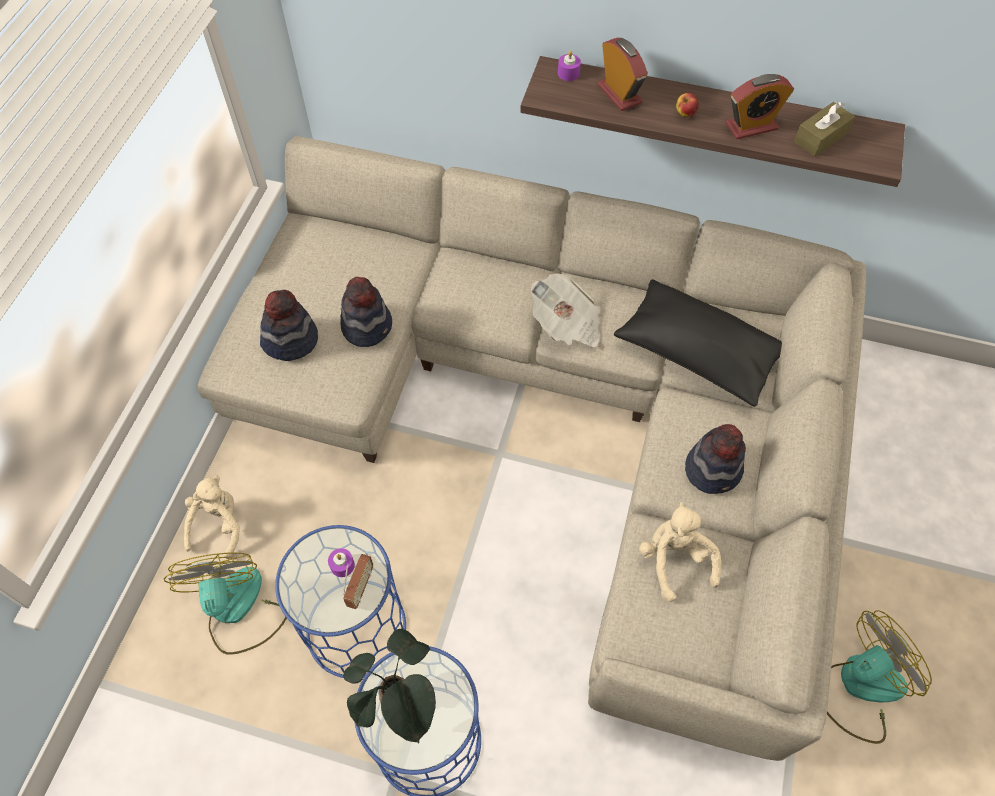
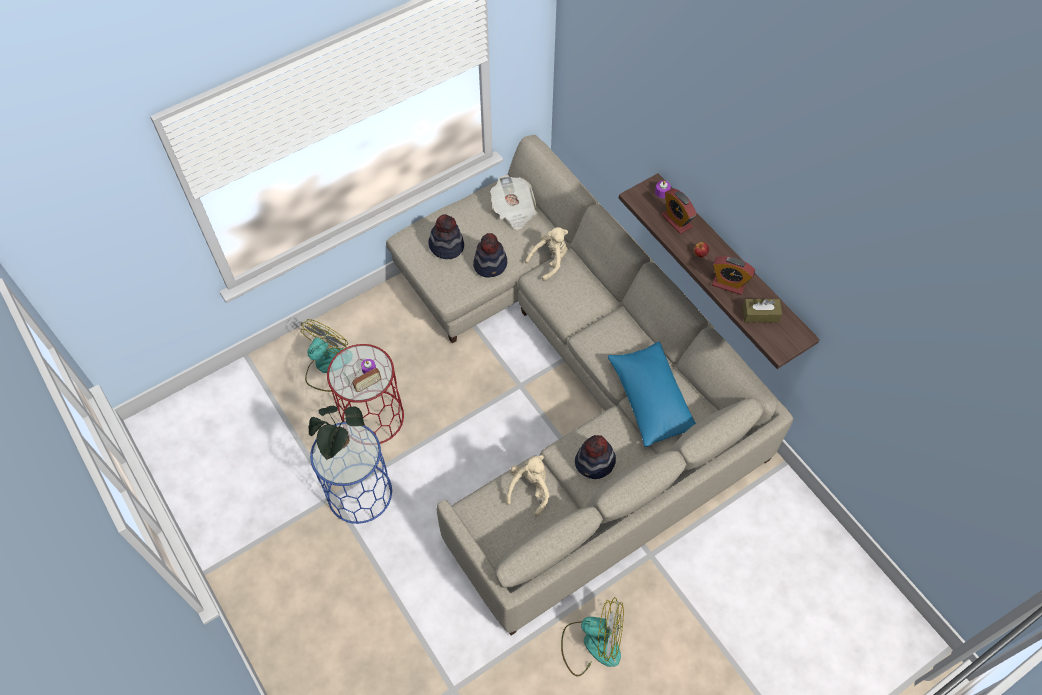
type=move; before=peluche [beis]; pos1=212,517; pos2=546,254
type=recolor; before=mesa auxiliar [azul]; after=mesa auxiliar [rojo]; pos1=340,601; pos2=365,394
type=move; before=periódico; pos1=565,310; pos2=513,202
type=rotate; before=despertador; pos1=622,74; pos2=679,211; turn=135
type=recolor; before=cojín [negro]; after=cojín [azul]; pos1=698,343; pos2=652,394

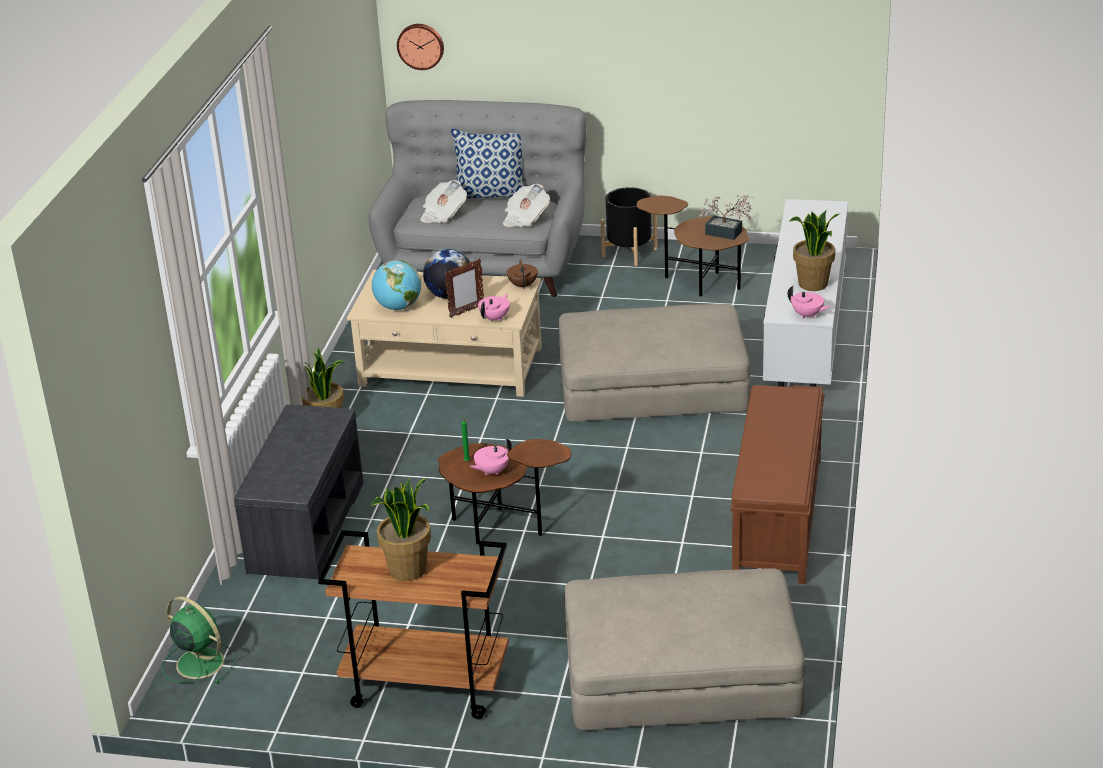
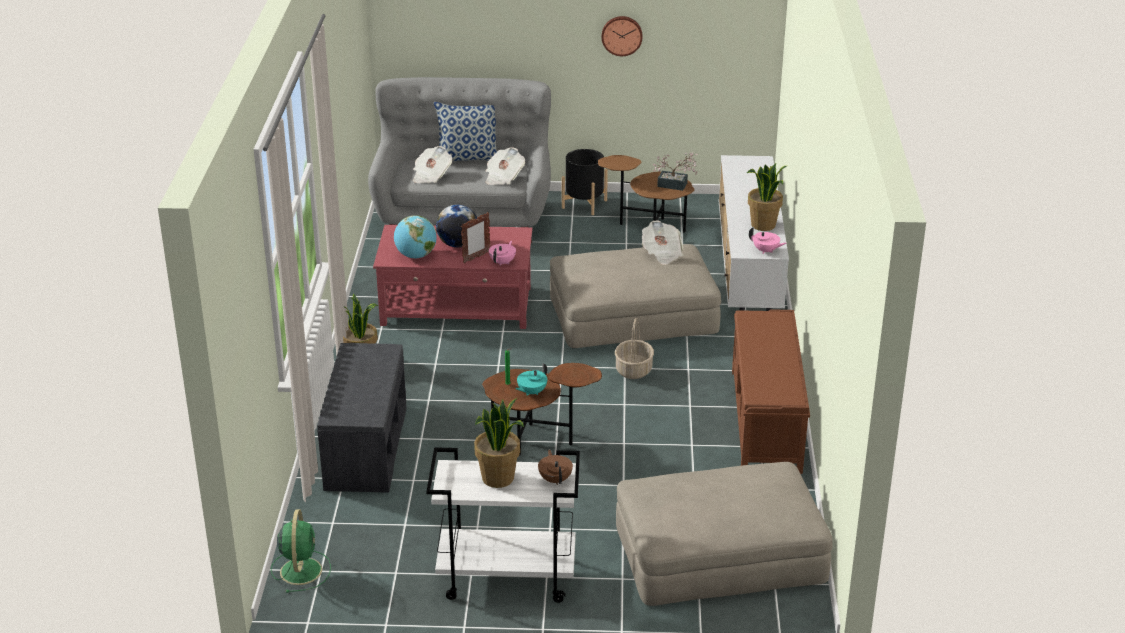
type=rotate; before=ventilador [verde]; pos1=198,640; pos2=301,551; turn=60
type=recolor; before=carrito [marrón]; after=carrito [blanco]; pos1=413,624; pos2=503,525
type=recolor; before=mesa de centro [beis]; after=mesa de centro [rojo]; pos1=444,333; pos2=453,277
type=move; before=reloj de pared; pos1=420,47; pos2=622,36
type=recolor; before=tetera [rosa]; after=tetera [turquesa]; pos1=490,456; pos2=531,379
type=move; before=tetera [marrón]; pos1=522,274; pos2=555,467
type=insert; after=cesta; pos2=634,348
type=insert; after=periódico; pos2=662,242

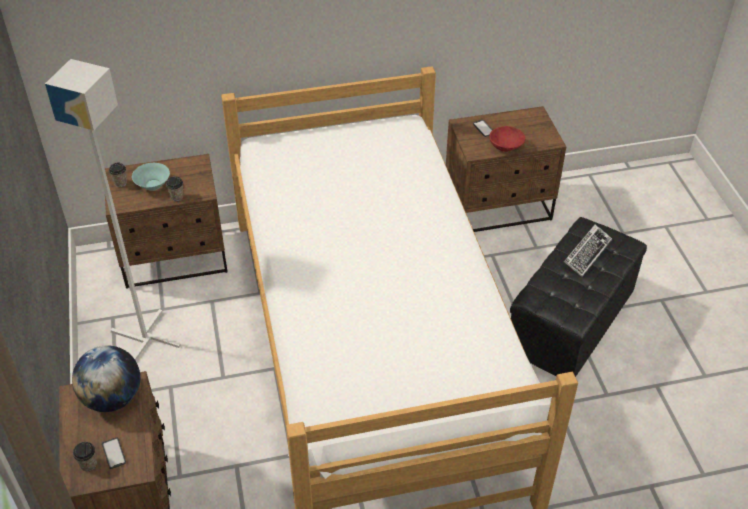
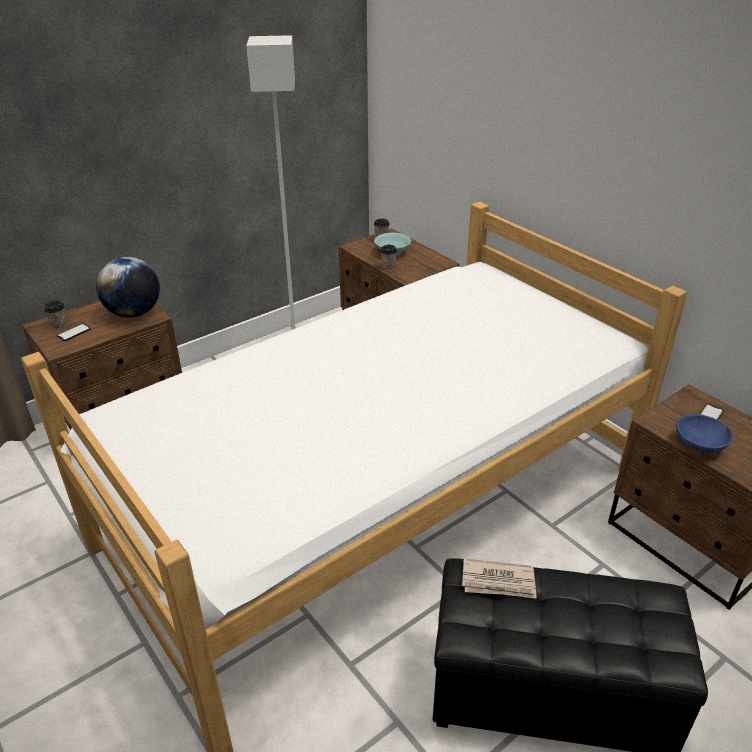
type=recolor; before=cuenco [rojo]; after=cuenco [azul]; pos1=507,139; pos2=704,433
type=delete; before=teclado; pos1=588,251
type=insert; after=periódico; pos2=499,579

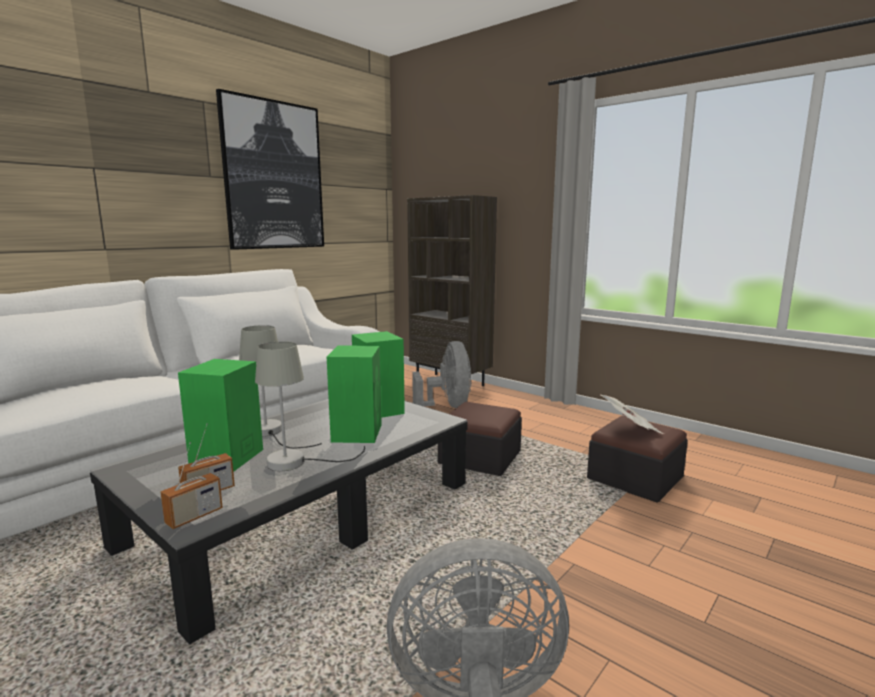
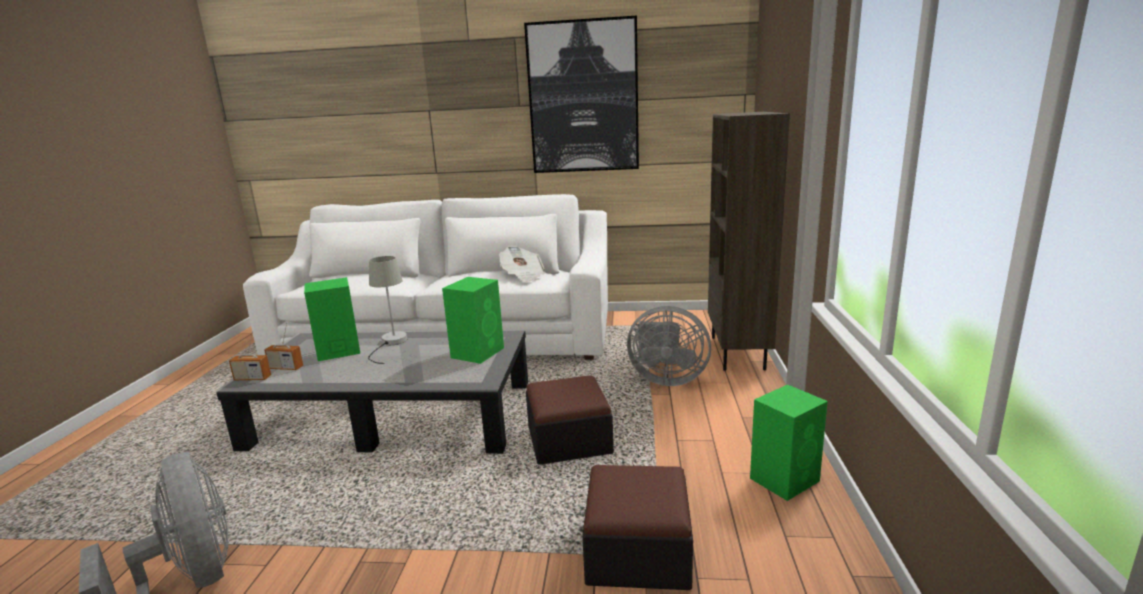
type=delete; before=lámpara de mesa [gris]; pos1=310,406
type=move; before=altavoz [verde]; pos1=354,394; pos2=789,443
type=rotate; before=ventilador [gris]; pos1=441,374; pos2=669,346; turn=60
type=move; before=periódico; pos1=632,414; pos2=522,264

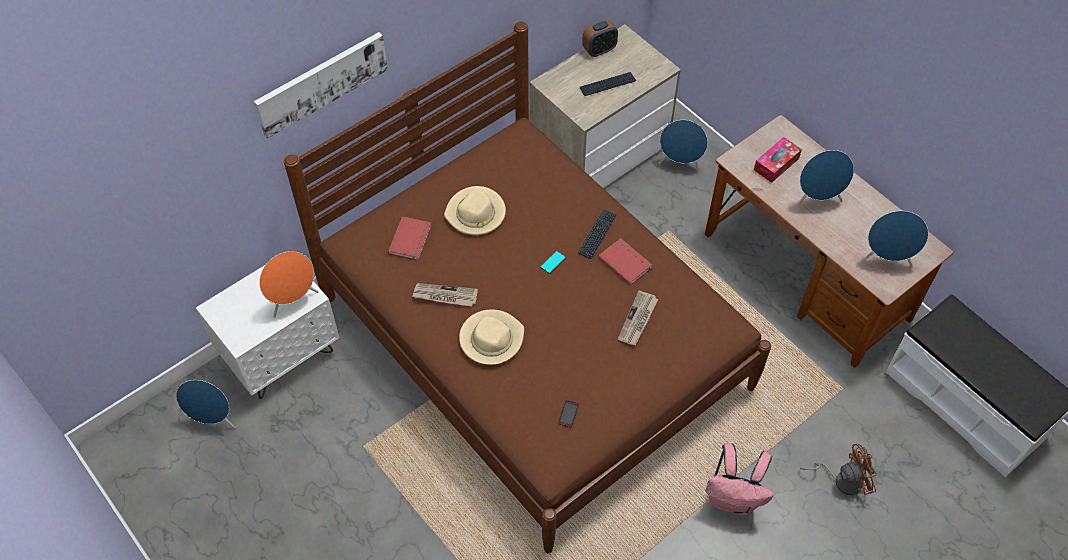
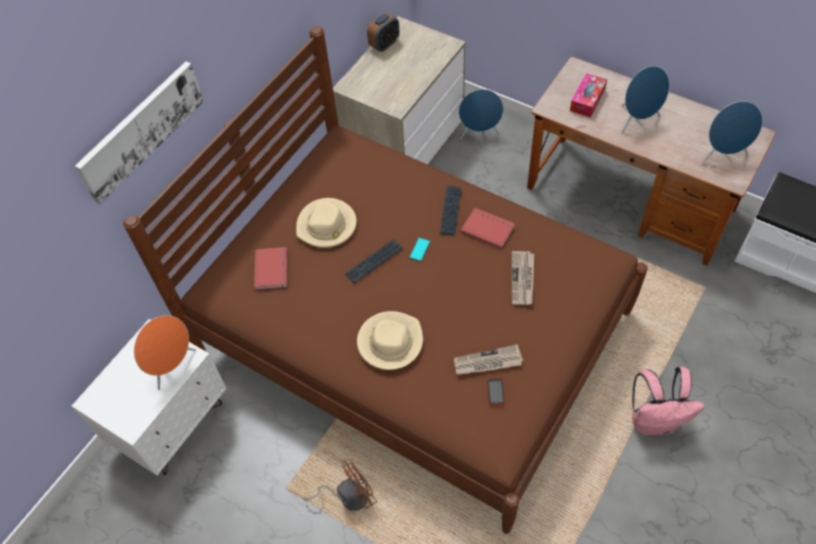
type=delete; before=altavoz [azul]; pos1=206,404
type=move; before=periódico; pos1=445,295; pos2=488,359
type=move; before=teclado; pos1=608,84; pos2=374,261
type=move; before=ventilador [marrón]; pos1=838,469; pos2=340,485

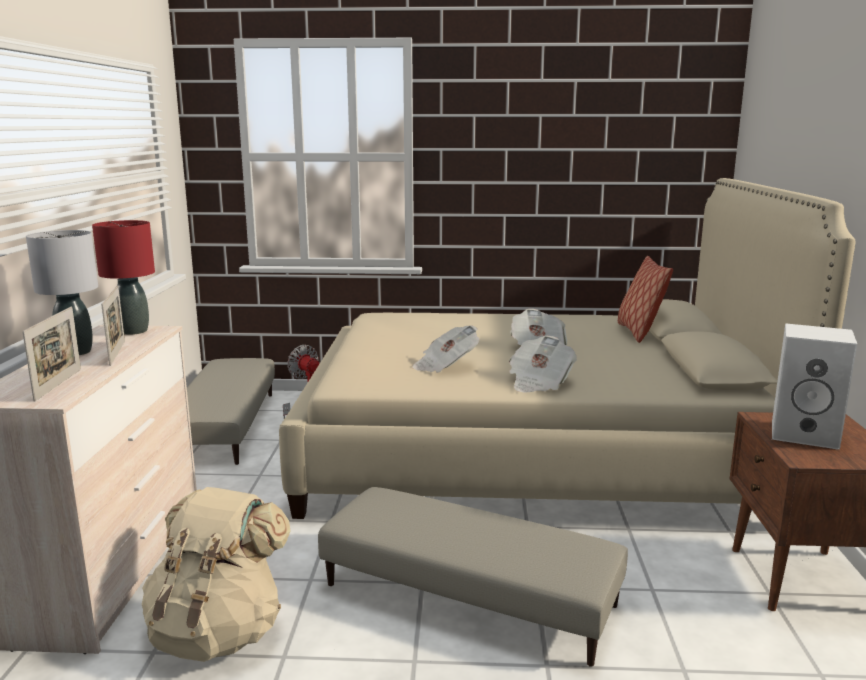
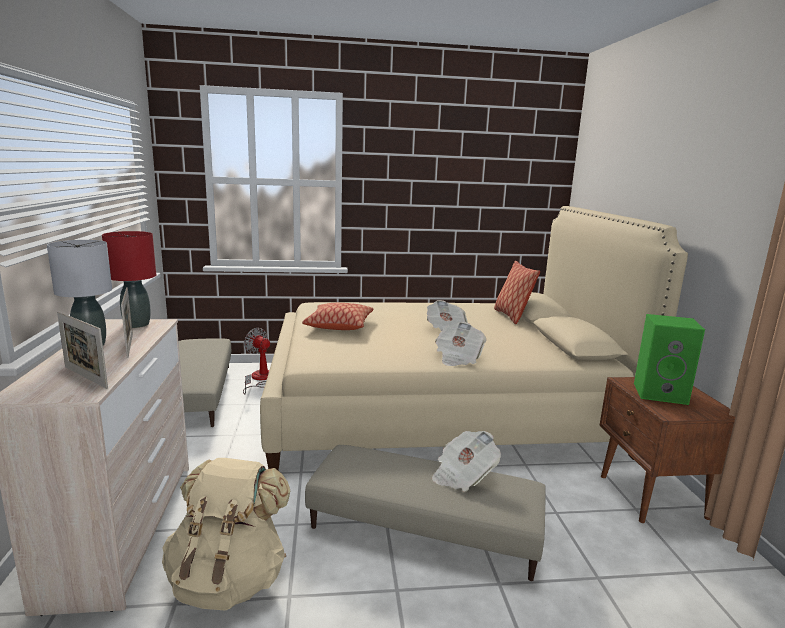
type=rotate; before=portarretratos; pos1=51,354; pos2=82,350; turn=135
type=move; before=periódico; pos1=445,349; pos2=466,461
type=recolor; before=altavoz [blanco]; after=altavoz [verde]; pos1=814,386; pos2=669,359
type=insert; after=cojín; pos2=337,316

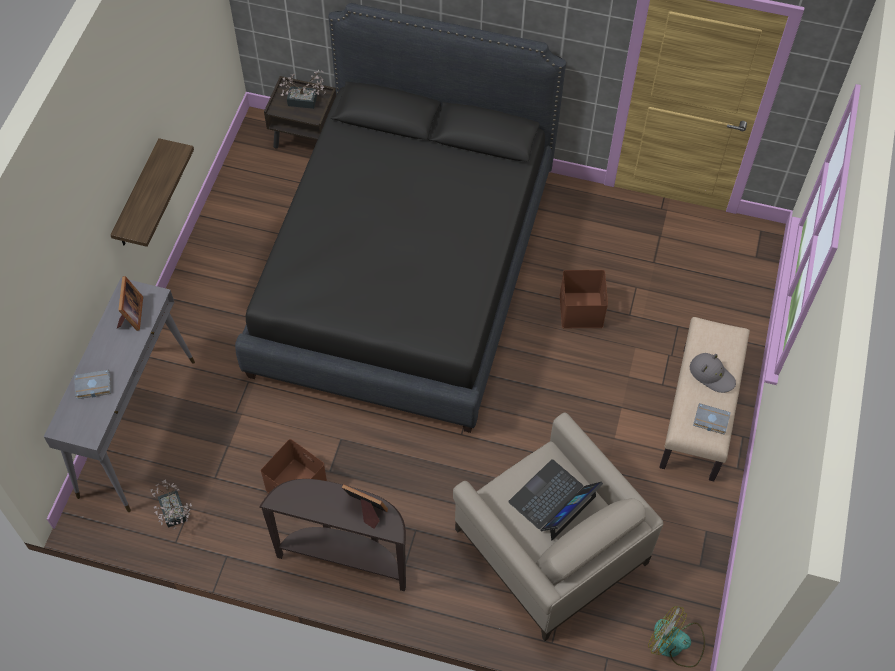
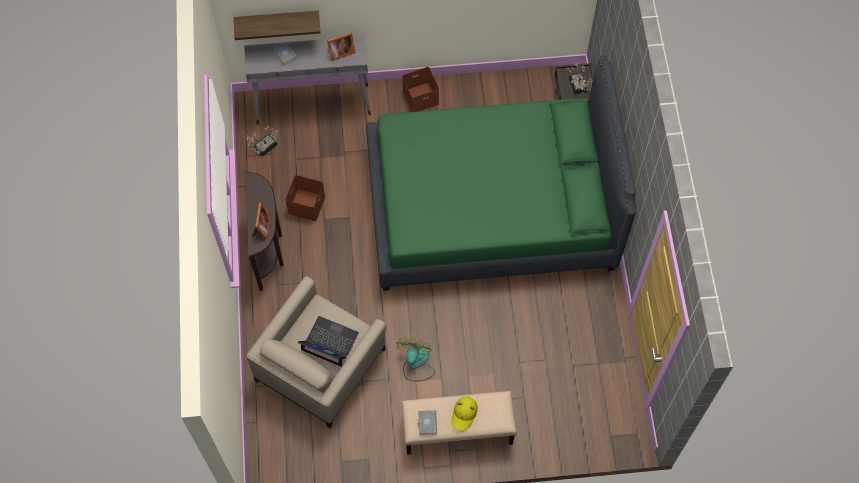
type=move; before=estante; pos1=152,192; pos2=277,25
type=recolor; before=cama [negro]; after=cama [verde]; pos1=400,218; pos2=501,173
type=move; before=caja de almacenaje [marrón]; pos1=584,299; pos2=420,89
type=move; before=ventilador; pos1=676,636; pos2=415,359
type=recolor; before=sombrero [gris]; after=sombrero [amarillo]; pos1=713,373; pos2=464,414

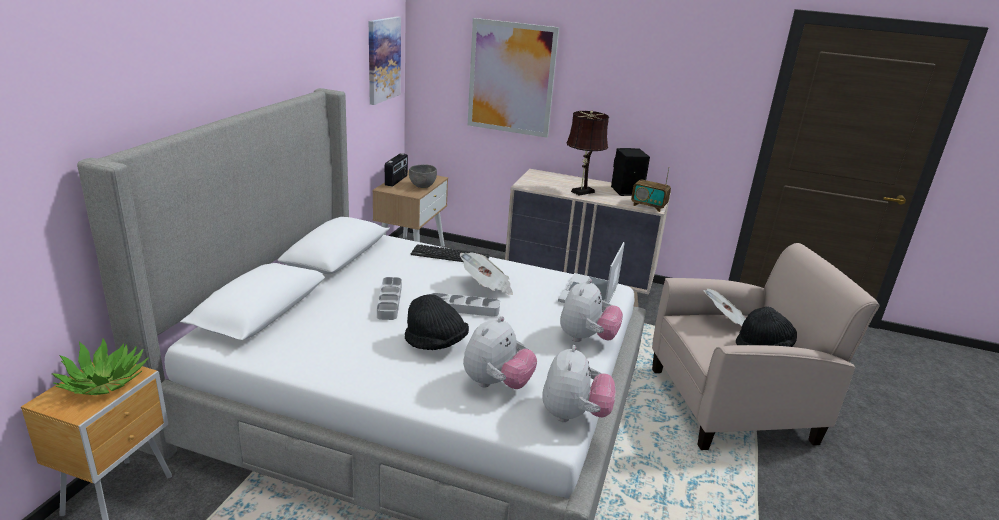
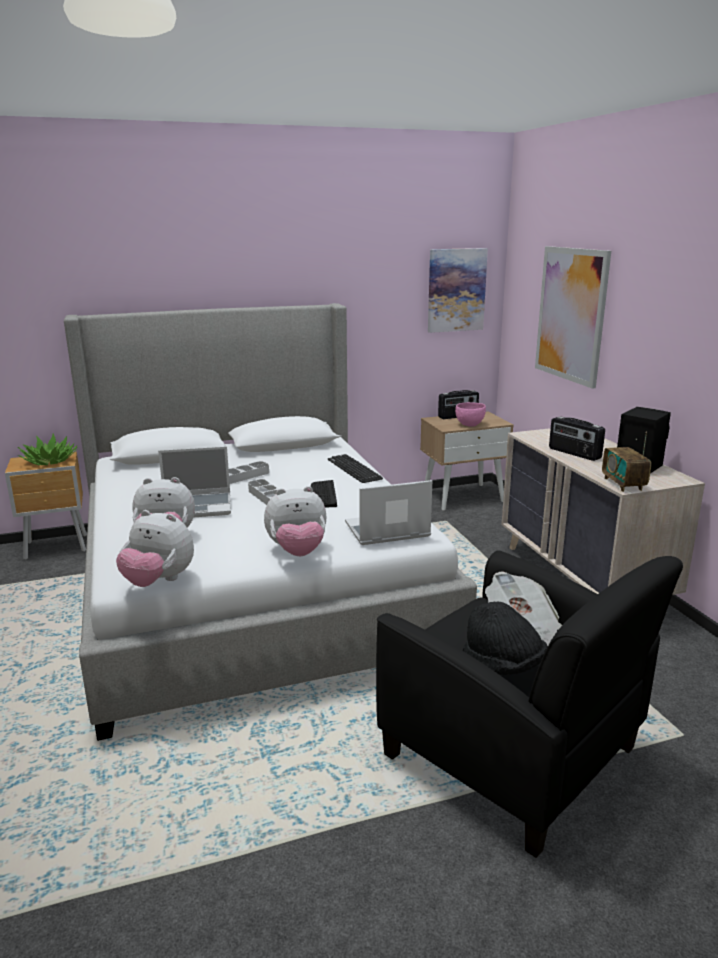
type=replace; before=sombrero [negro]; after=portátil; pos1=437,322; pos2=194,482
type=recolor; before=cuenco [gris]; after=cuenco [rosa]; pos1=423,176; pos2=470,414
type=replace; before=periódico; after=teclado; pos1=486,273; pos2=324,494
type=rotate; before=peluche; pos1=578,383; pos2=155,548; turn=45
type=replace; before=lámpara de mesa [marrón]; after=radio; pos1=587,153; pos2=577,439
type=recolor; before=sillón [beis]; after=sillón [negro]; pos1=766,346; pos2=529,704

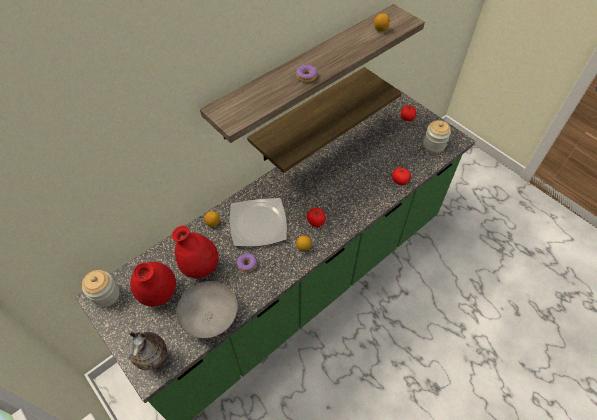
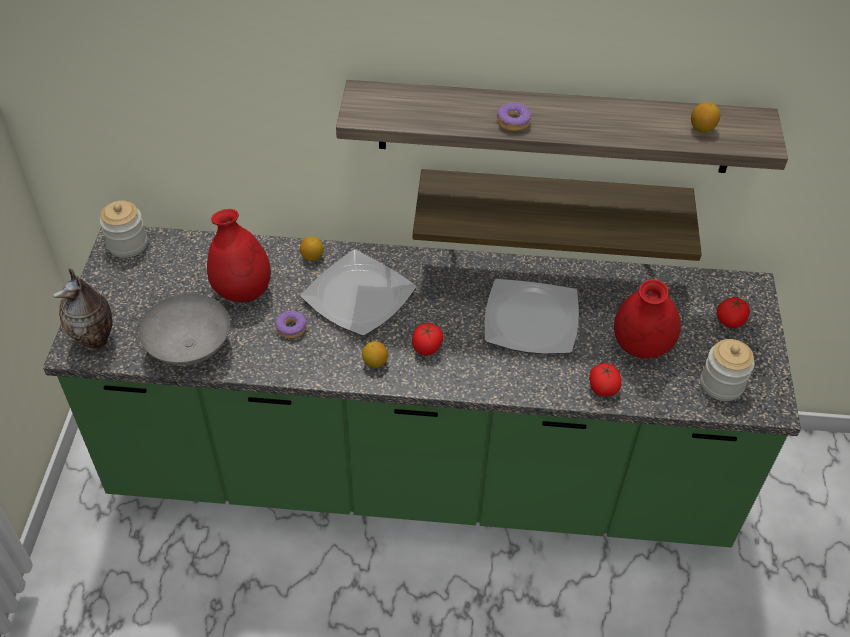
type=move; before=florero [rojo]; pos1=153,284; pos2=647,319
type=insert; after=plato; pos2=531,316

